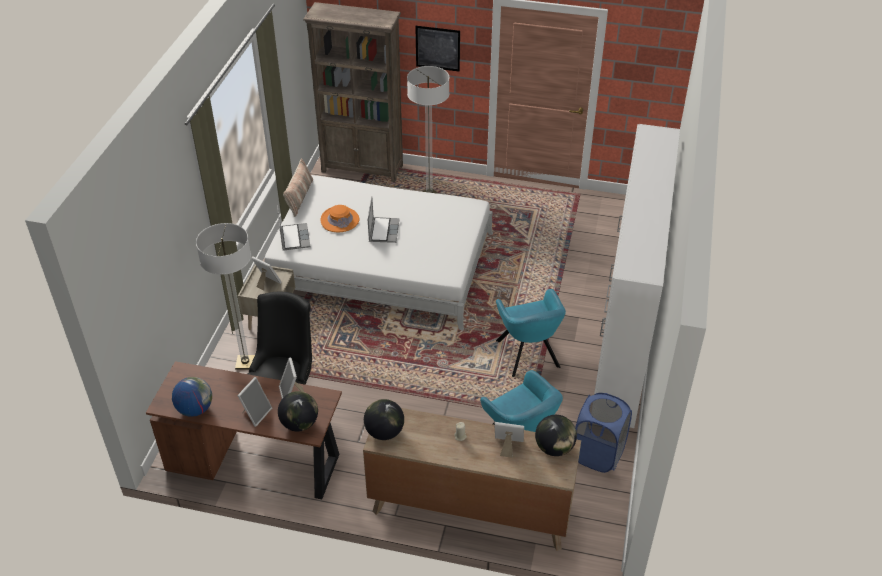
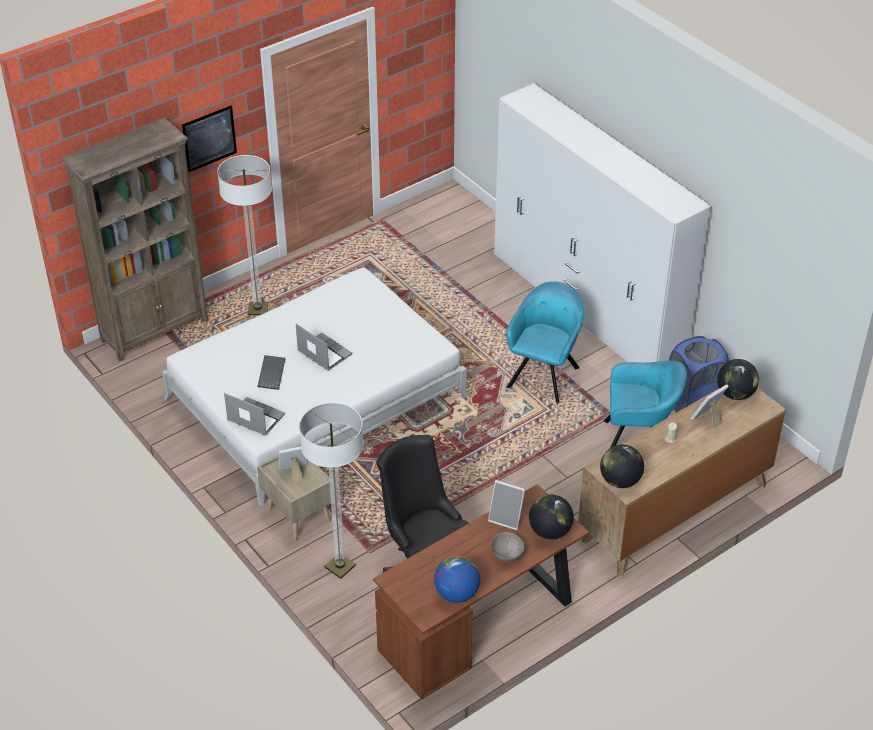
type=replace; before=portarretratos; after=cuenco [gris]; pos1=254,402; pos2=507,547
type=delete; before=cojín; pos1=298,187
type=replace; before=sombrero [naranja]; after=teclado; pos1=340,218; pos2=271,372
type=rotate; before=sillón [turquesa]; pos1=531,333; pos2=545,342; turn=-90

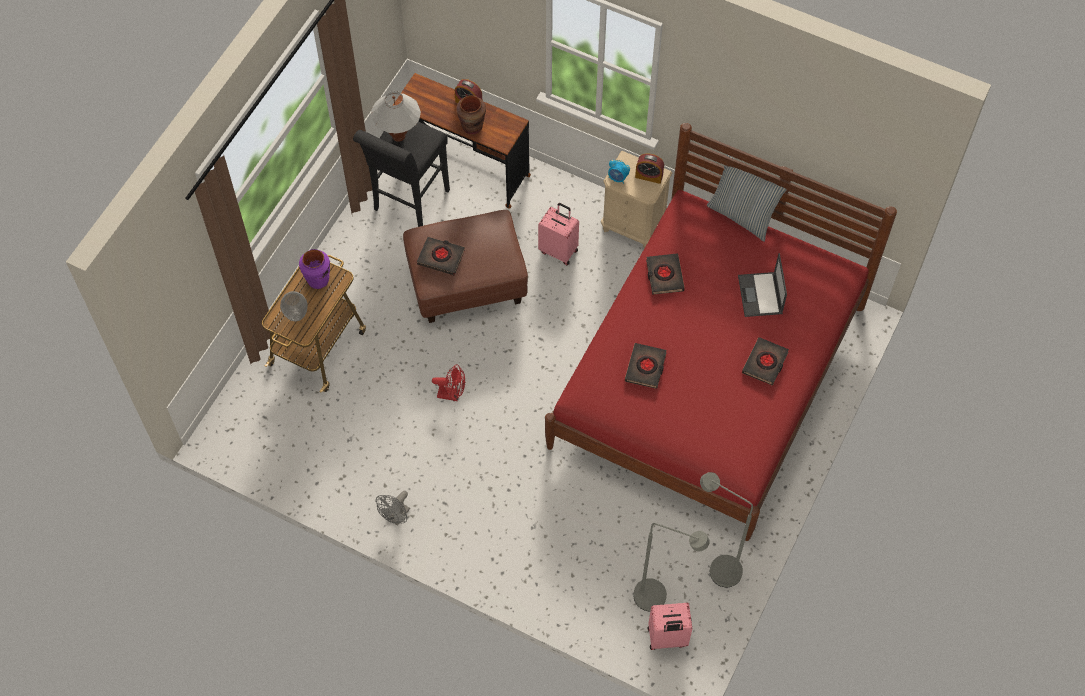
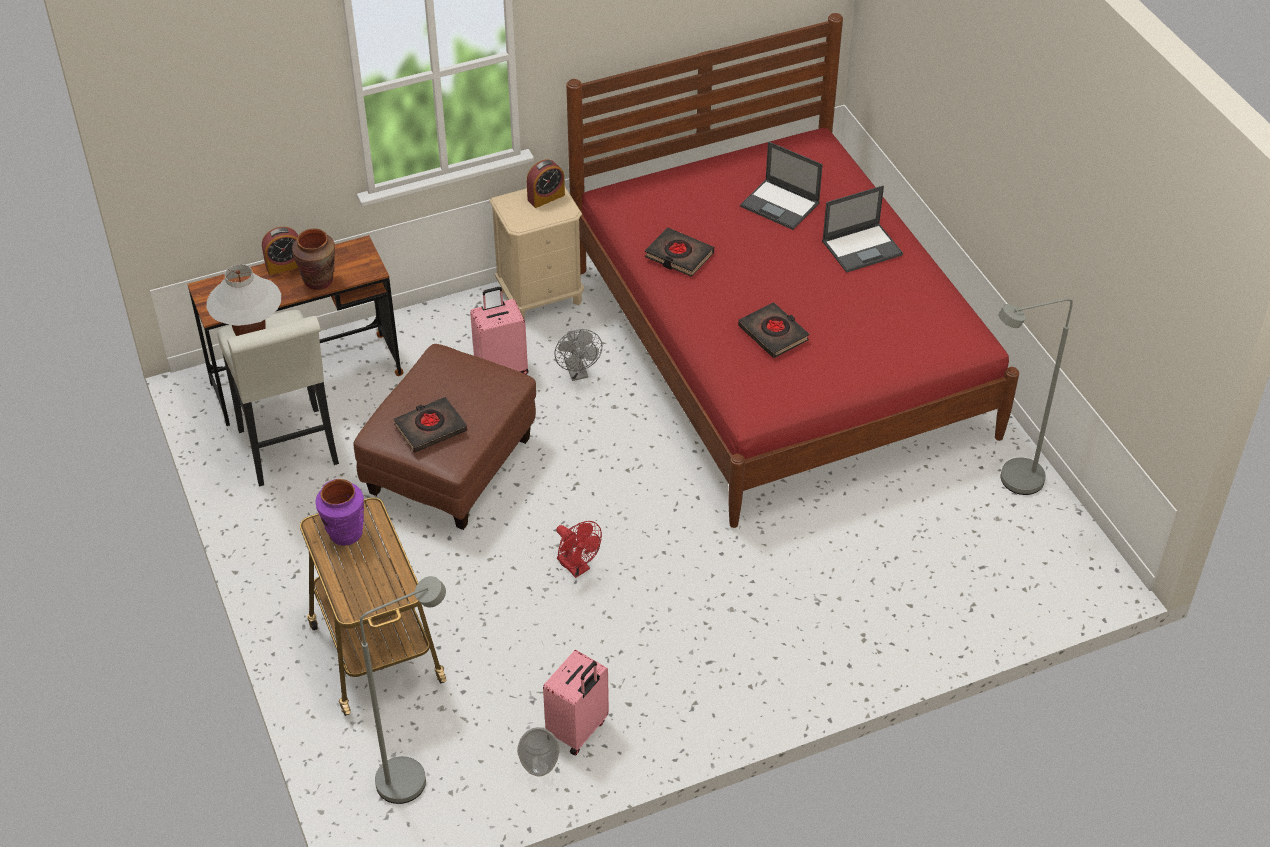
type=move; before=florero; pos1=294,306; pos2=538,751
type=recolor; before=taburete [negro]; after=taburete [blanco]; pos1=401,174; pos2=278,398
type=move; before=ventilador [gris]; pos1=393,508; pos2=578,355
type=rotate; before=ventilador [rojo]; pos1=448,382; pos2=579,549; turn=90
type=delete; before=despertador; pos1=619,172
type=move; before=lámpara de pie [gris]; pos1=671,567; pos2=403,690
type=move; before=maleta [rosa]; pos1=670,626; pos2=576,703
type=delete; before=cojín; pos1=747,198
type=replace; before=libro [negro]; after=portátil; pos1=765,361; pos2=862,229

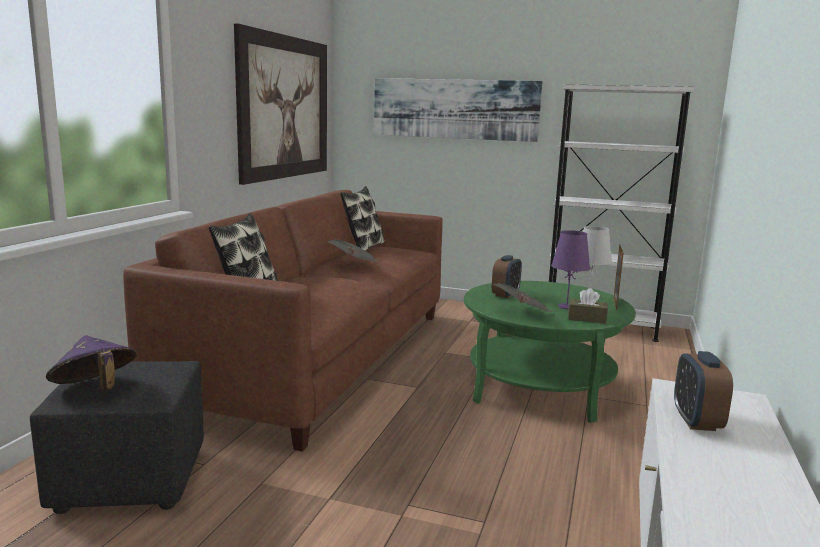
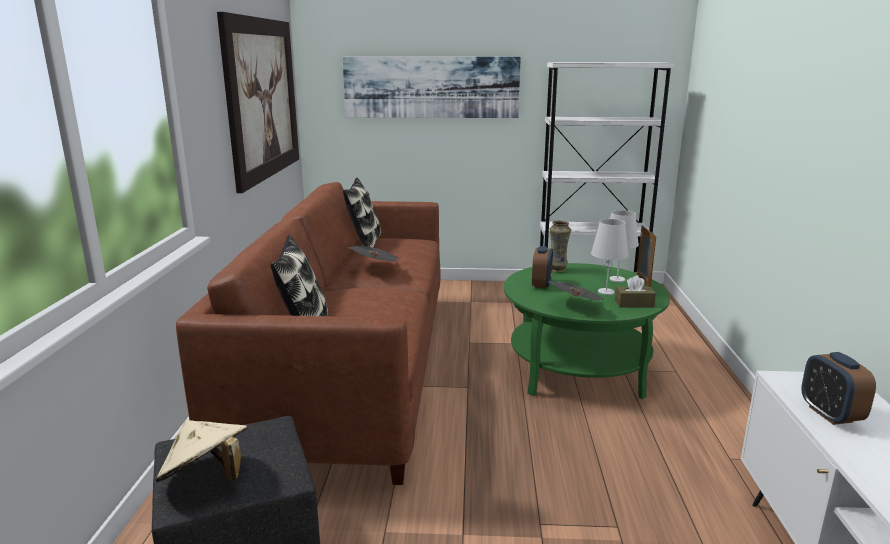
type=recolor; before=sombrero [morado]; after=sombrero [beis]; pos1=91,362; pos2=202,451
type=recolor; before=lámpara de mesa [morado]; after=lámpara de mesa [blanco]; pos1=570,269; pos2=610,257
type=insert; after=florero; pos2=560,247

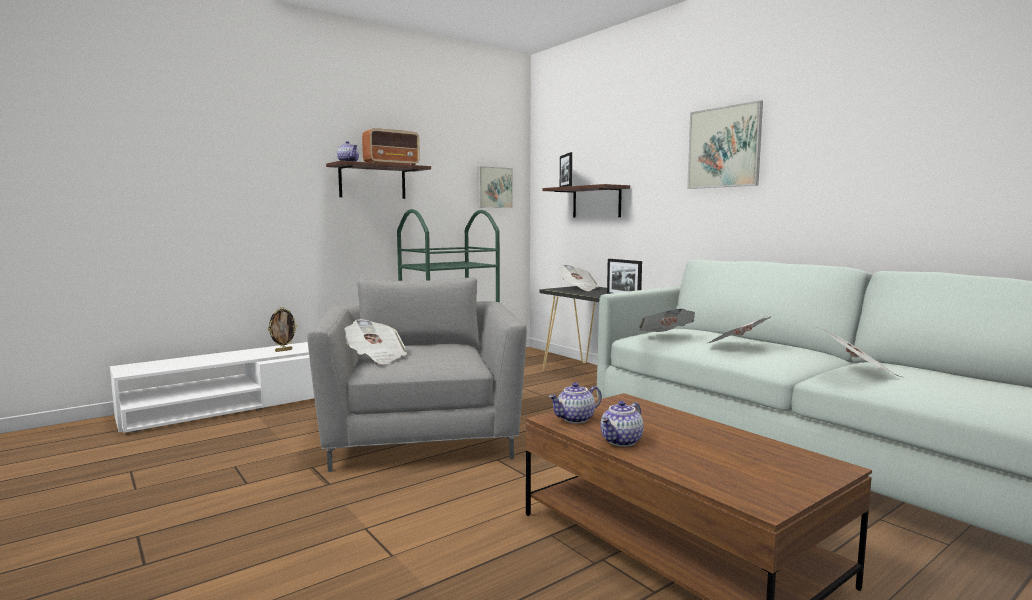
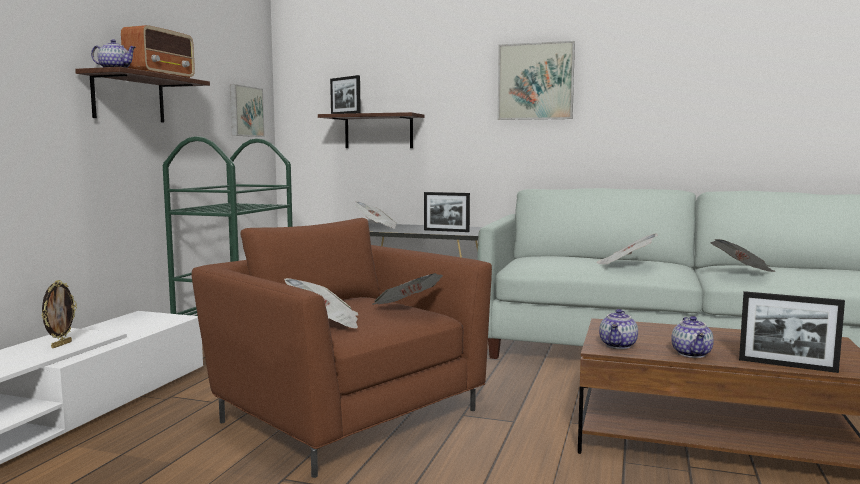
type=recolor; before=sillón [gris]; after=sillón [marrón]; pos1=417,374; pos2=342,348
type=move; before=periódico; pos1=667,320; pos2=407,289
type=insert; after=portarretratos; pos2=792,332

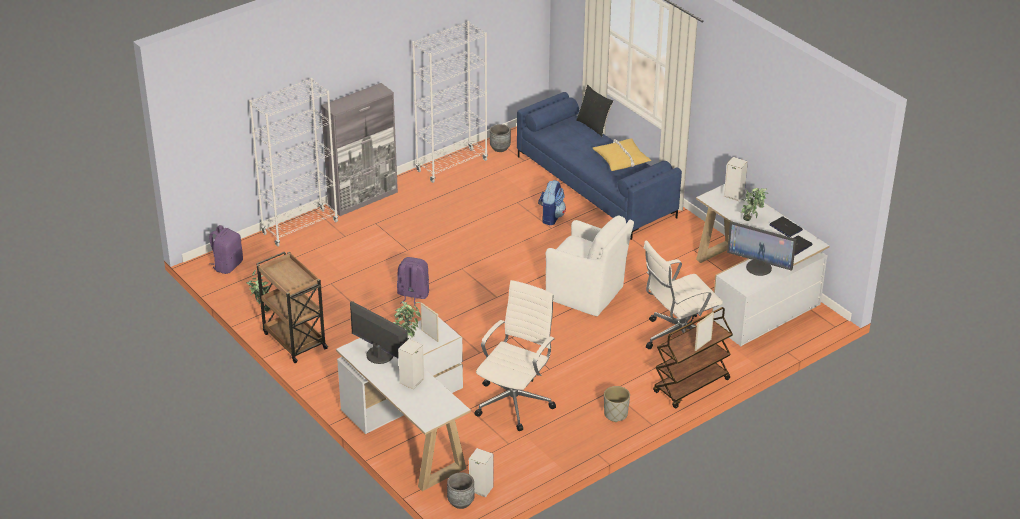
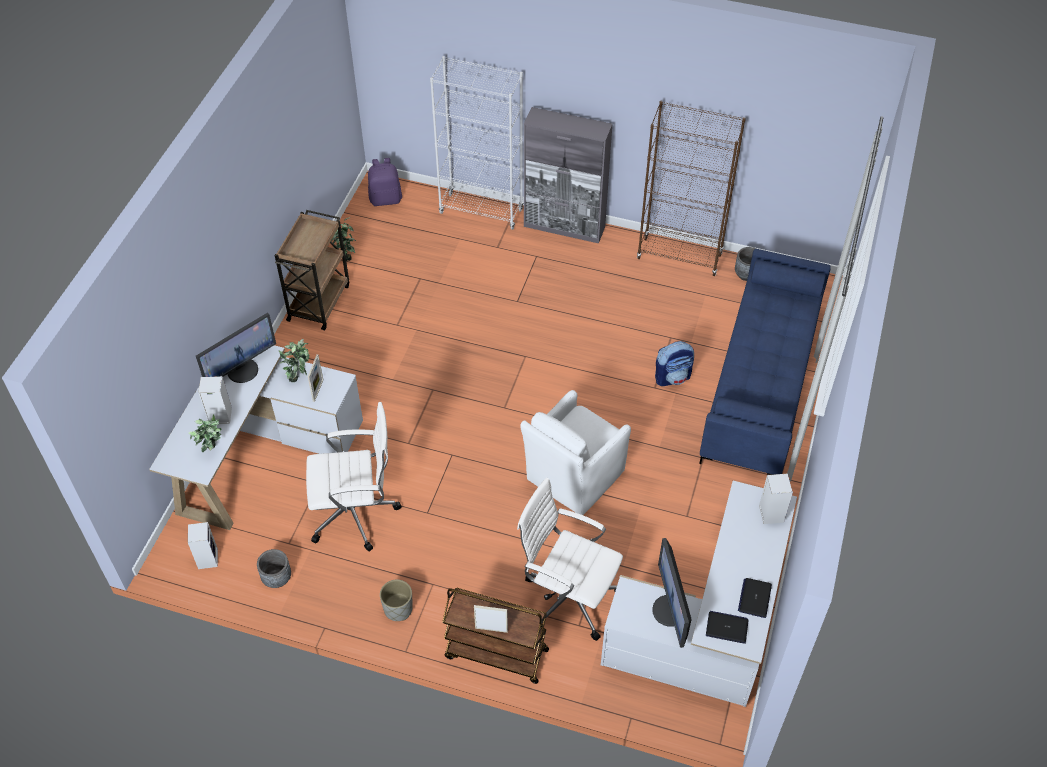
type=rotate; before=monitor; pos1=379,332; pos2=236,348; turn=45
type=delete; before=mochila [morado]; pos1=413,281
type=recolor; before=estantería [blanco]; after=estantería [marrón]; pos1=450,102; pos2=691,188
type=move; before=maceta [gris]; pos1=461,491; pos2=274,568
type=rotate; before=sillón [blanco]; pos1=590,266; pos2=575,452; turn=45
type=delete; before=cojín [negro]; pos1=594,110
type=delete; before=cojín [amarillo]; pos1=622,154
type=move; before=planta en maceta; pos1=754,204; pos2=204,433

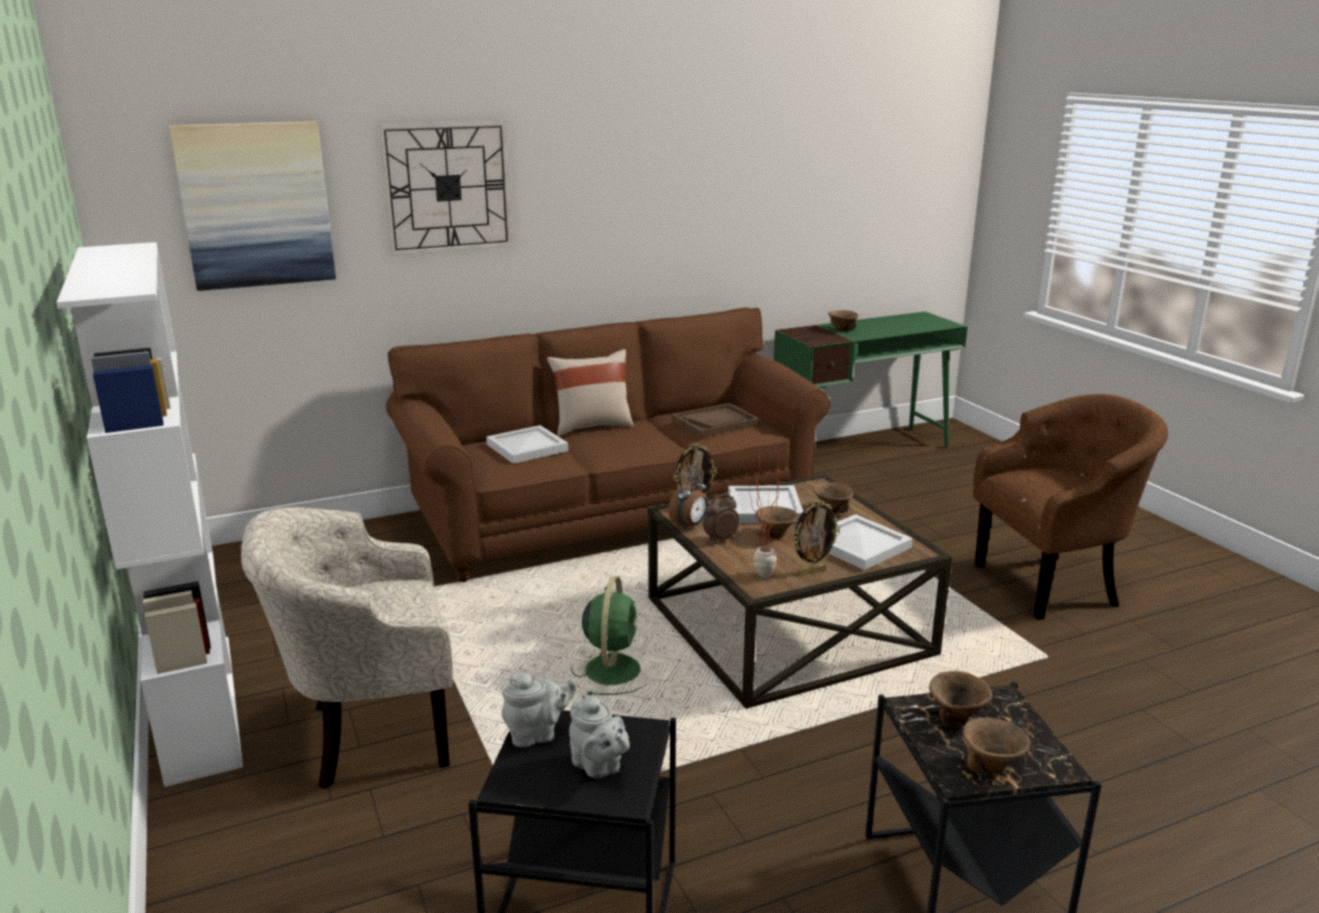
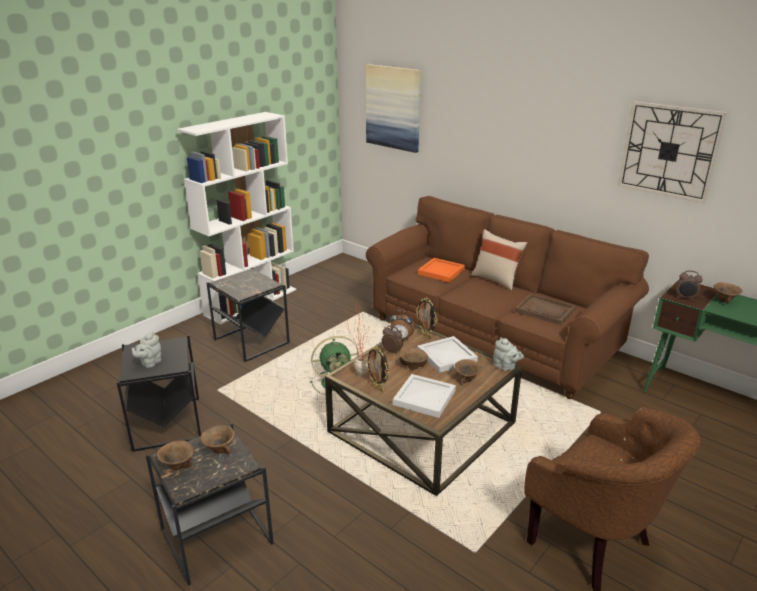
type=replace; before=sillón [beis]; after=mesa auxiliar [negro]; pos1=347,648; pos2=248,314
type=move; before=reloj de pared; pos1=445,188; pos2=672,152
type=recolor; before=bandeja [blanco]; after=bandeja [naranja]; pos1=527,444; pos2=441,270
type=move; before=tetera [gris]; pos1=539,710; pos2=508,354
type=insert; after=despertador; pos2=689,285

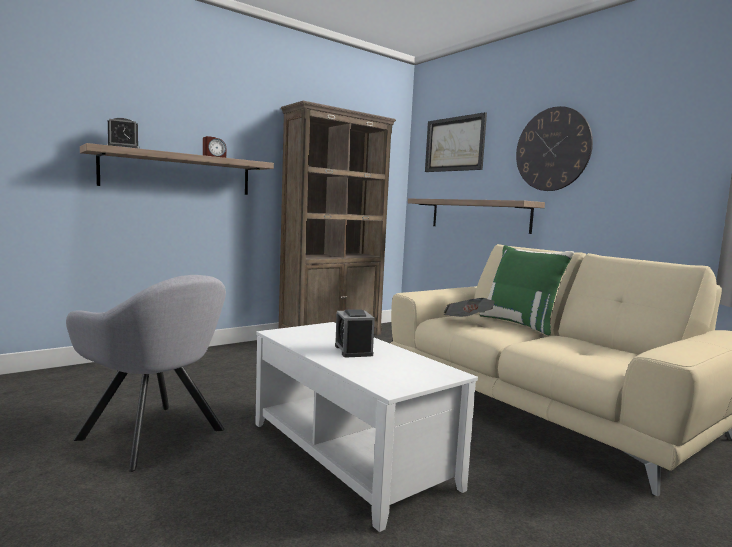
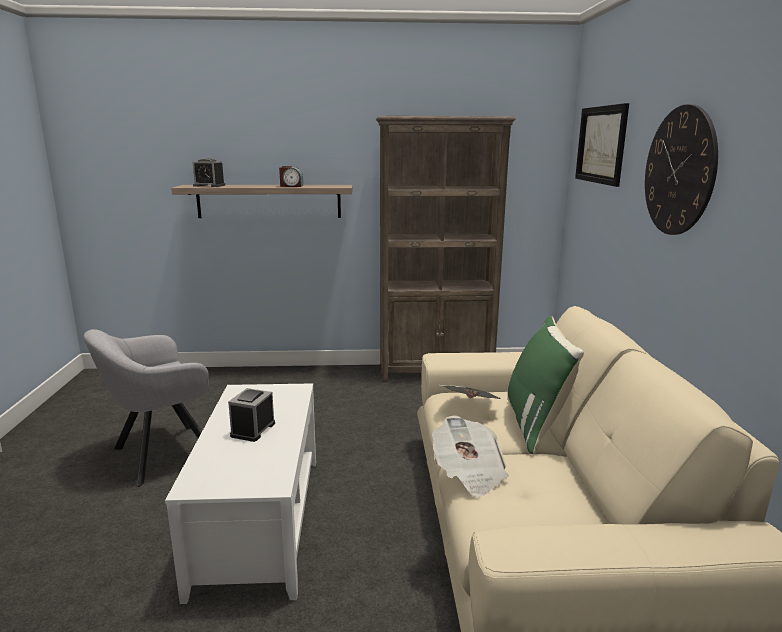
type=rotate; before=sillón [gris]; pos1=146,373; pos2=146,408; turn=75
type=delete; before=estante; pos1=476,216
type=insert; after=periódico; pos2=470,457

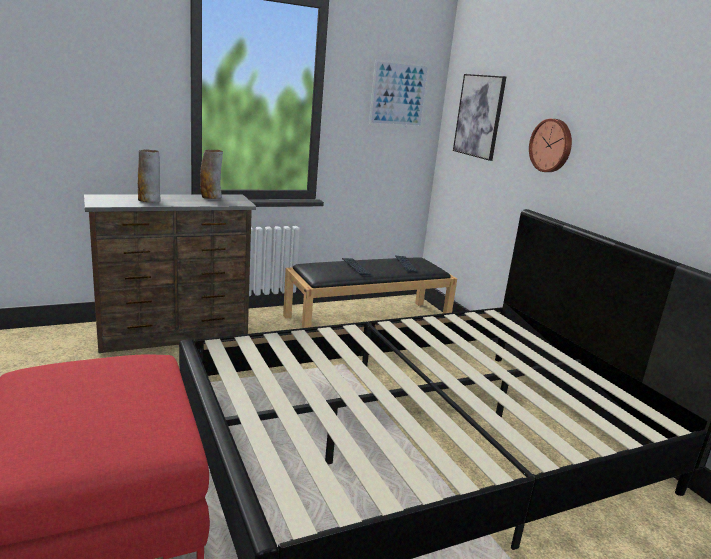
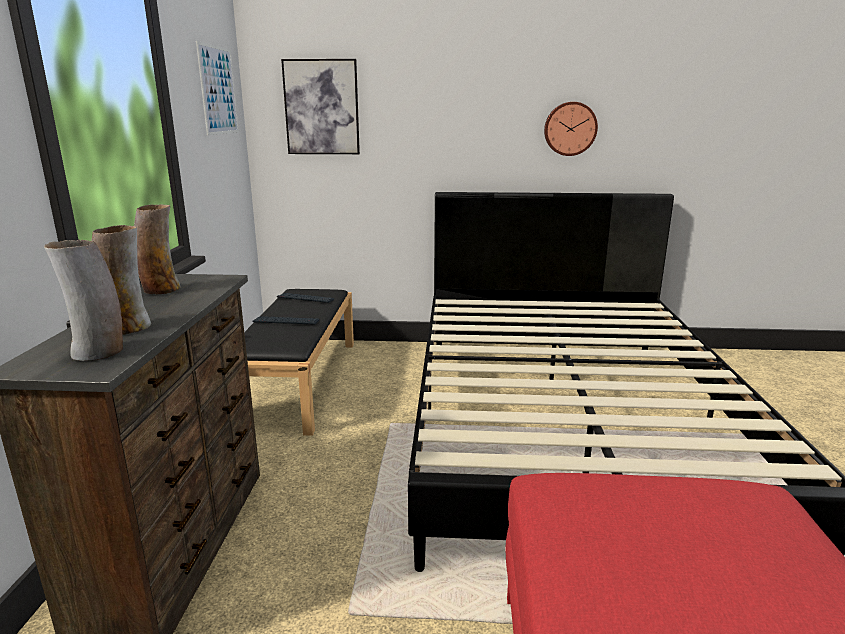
type=move; before=reloj de pared; pos1=550,145; pos2=571,129
type=insert; after=florero; pos2=83,300

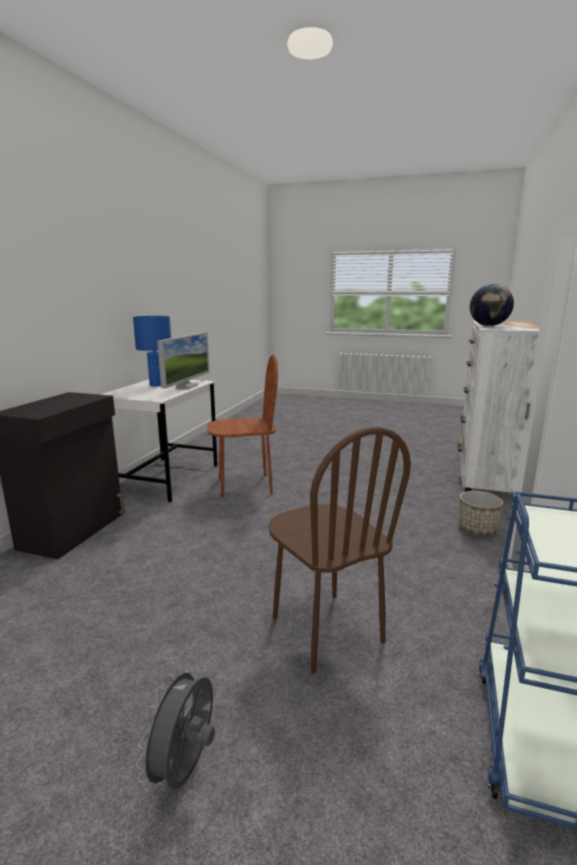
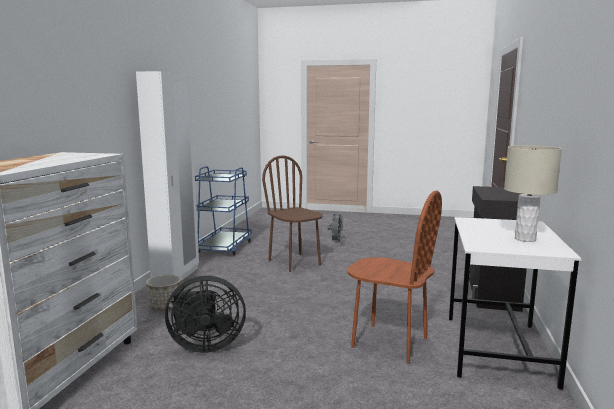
type=recolor; before=lámpara de mesa [azul]; after=lámpara de mesa [beis]; pos1=152,351; pos2=533,193
type=delete; before=monitor; pos1=183,360
type=rotate; before=silla [marrón]; pos1=242,426; pos2=394,277; turn=-135
type=delete; before=globo terráqueo; pos1=492,305
type=insert; after=ventilador [negro]; pos2=205,314

